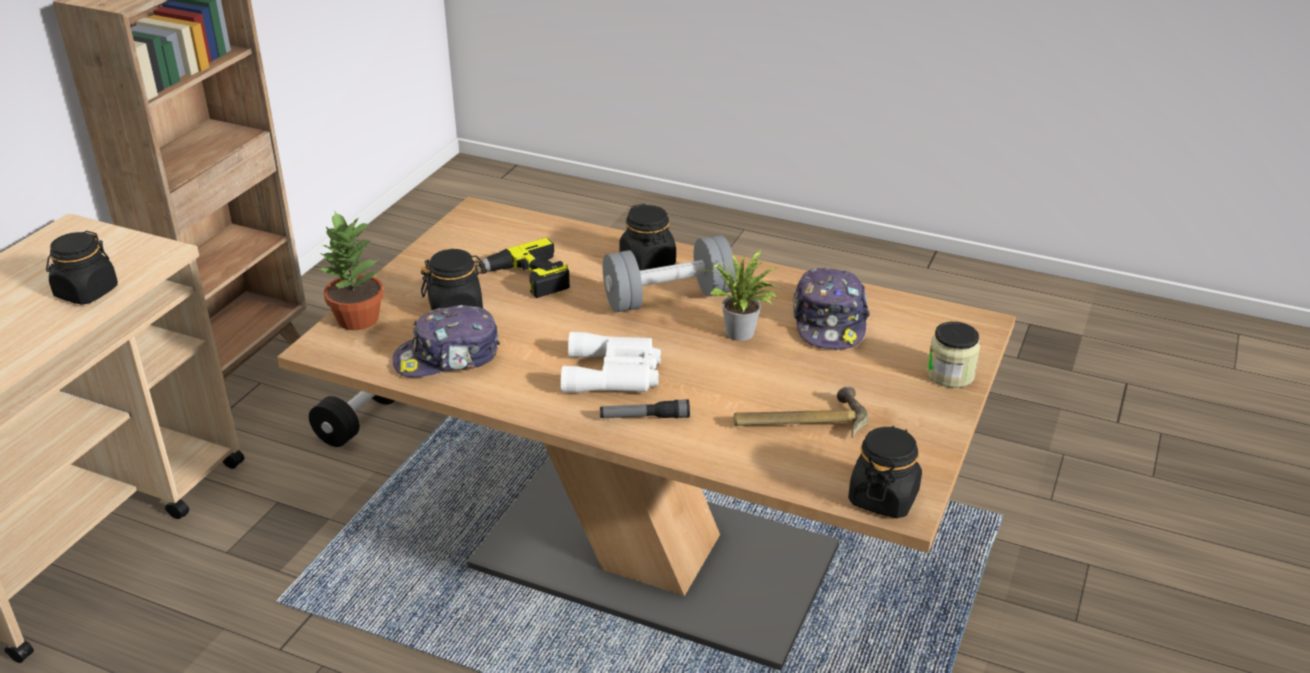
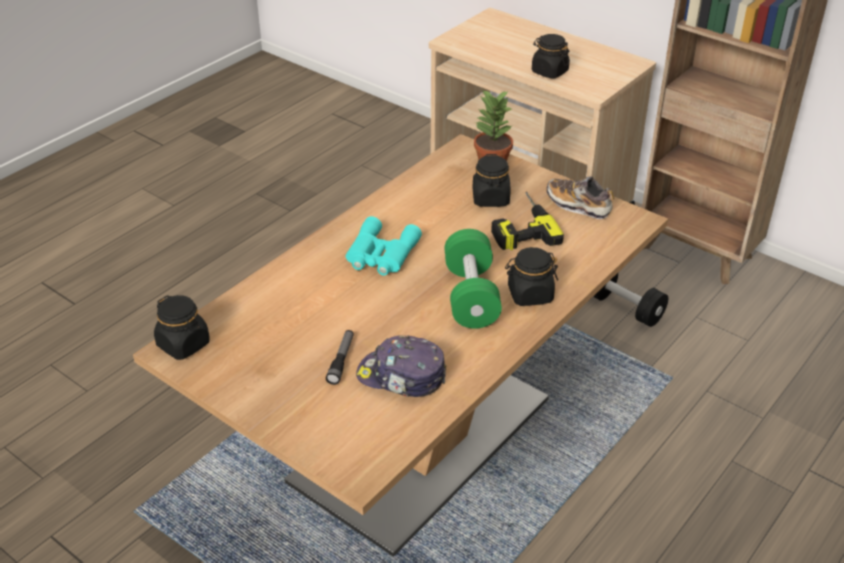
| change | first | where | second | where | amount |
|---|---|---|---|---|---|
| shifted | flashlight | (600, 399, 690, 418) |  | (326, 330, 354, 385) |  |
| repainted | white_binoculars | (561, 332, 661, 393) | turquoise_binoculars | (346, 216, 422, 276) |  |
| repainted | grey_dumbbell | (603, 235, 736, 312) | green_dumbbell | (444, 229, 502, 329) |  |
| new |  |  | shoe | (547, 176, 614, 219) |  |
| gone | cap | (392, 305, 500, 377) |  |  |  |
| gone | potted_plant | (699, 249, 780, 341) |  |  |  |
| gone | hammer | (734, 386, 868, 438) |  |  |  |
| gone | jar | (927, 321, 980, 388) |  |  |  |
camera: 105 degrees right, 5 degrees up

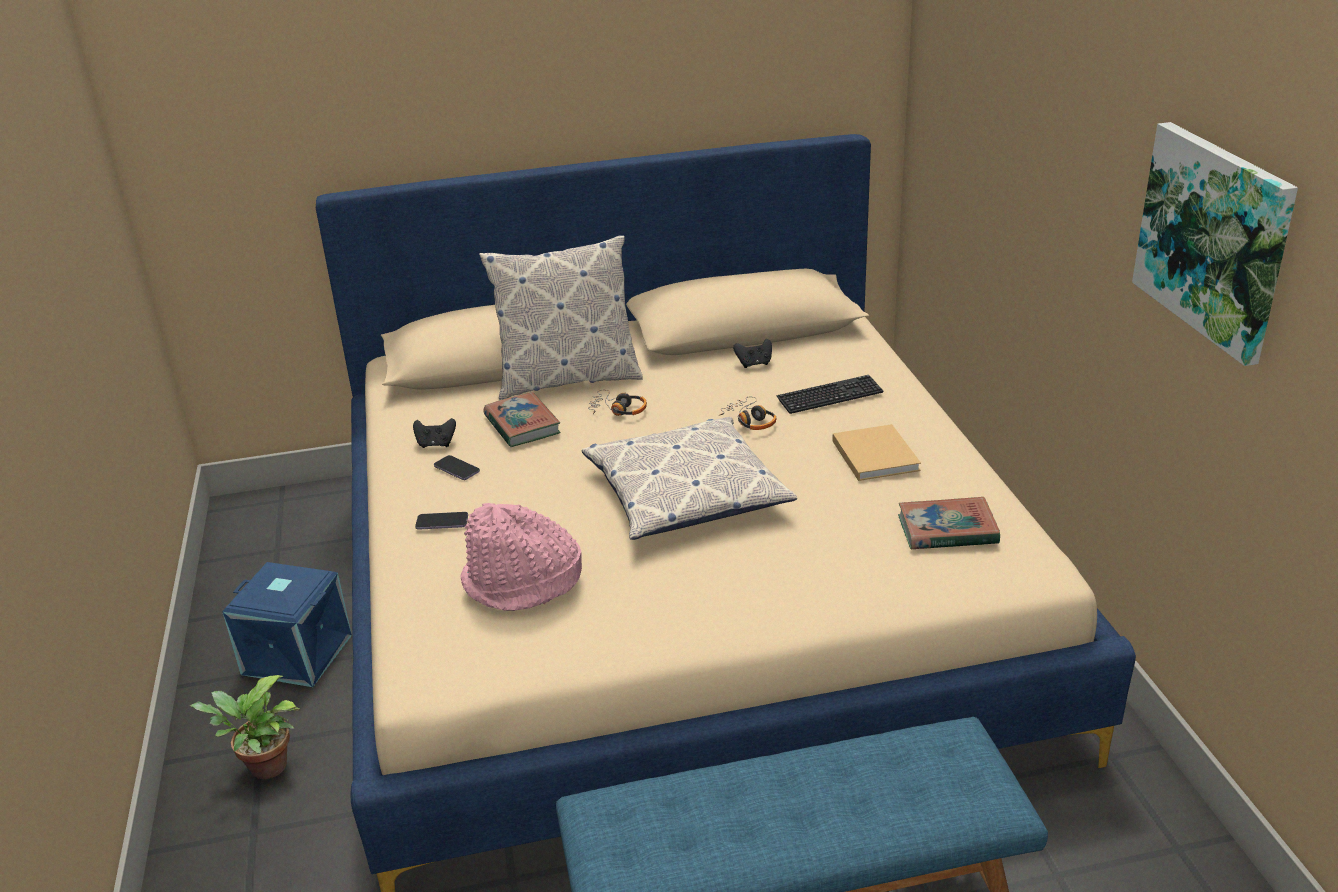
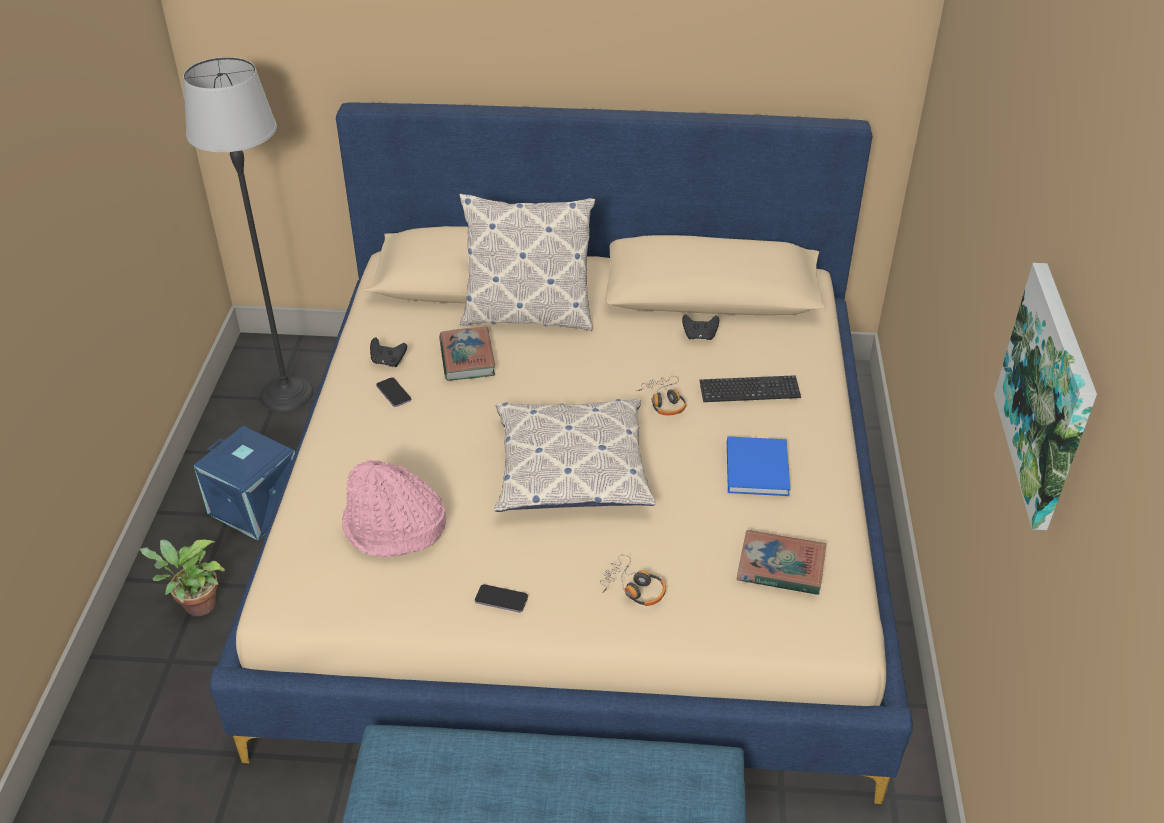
| change | first | where | second | where | amount |
|---|---|---|---|---|---|
| new |  |  | floor_lamp | (183, 57, 314, 412) |  |
| shifted | phone | (415, 512, 468, 530) |  | (475, 584, 528, 612) |  |
| shifted | headphones | (588, 390, 647, 416) |  | (600, 555, 666, 606) |  |
| repainted | beige_book | (832, 424, 921, 481) | blue_book | (727, 436, 790, 496) |  |
camera: 15 degrees right, 10 degrees up

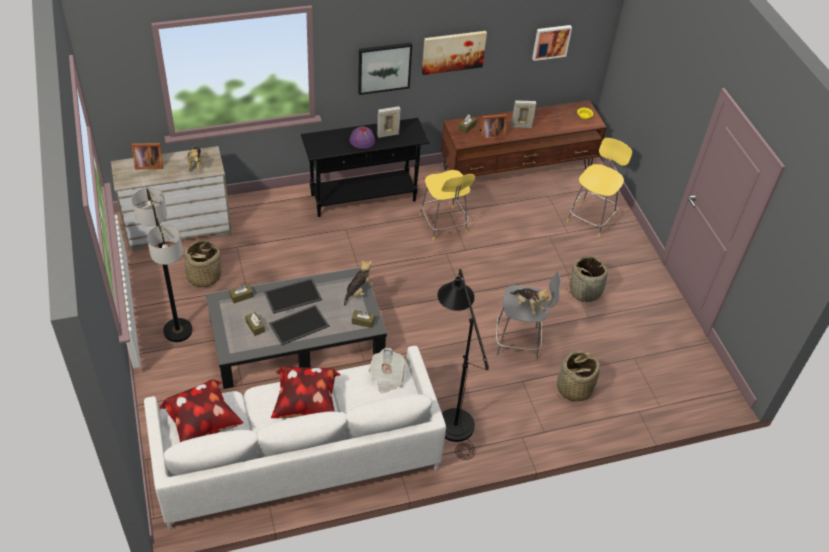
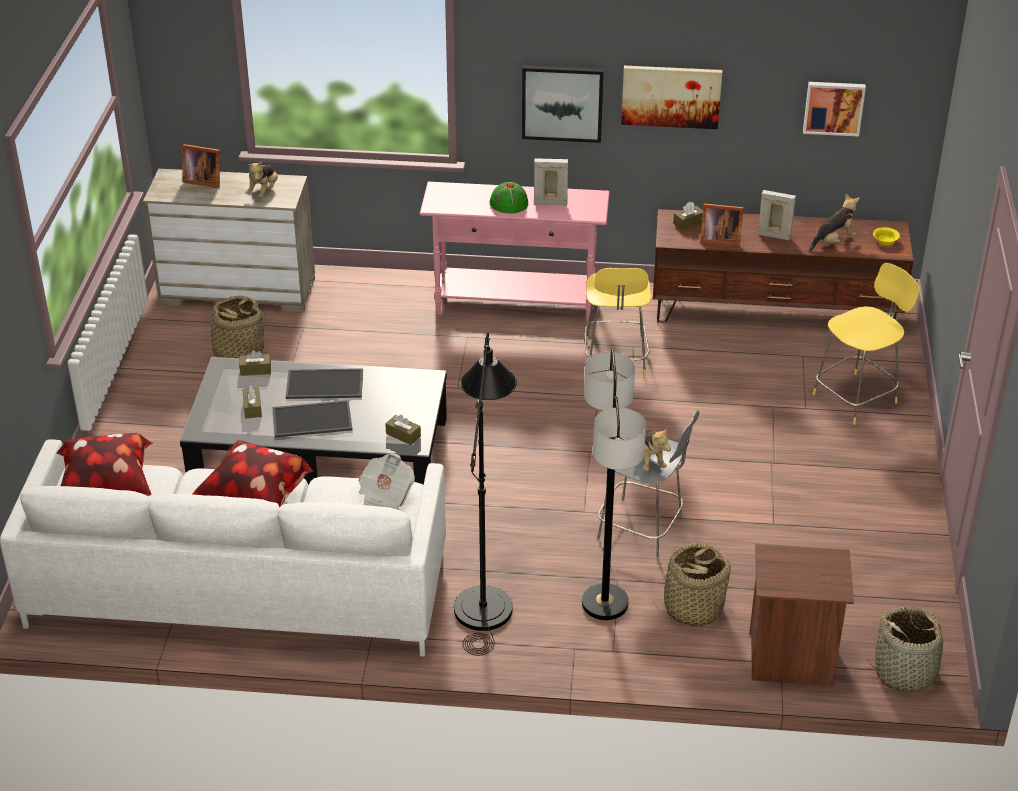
| change | first | where | second | where | amount |
|---|---|---|---|---|---|
| repainted | black_console_table | (301, 118, 429, 217) | pink_console_table | (420, 182, 610, 323) |  |
| repainted | purple_hat | (350, 126, 375, 149) | green_hat | (489, 182, 528, 214) |  |
| shifted | floor_lamp | (132, 188, 192, 342) |  | (582, 349, 646, 620) |  |
| new |  |  | brown_nightstand | (749, 544, 854, 686) |  |
| shifted | plush_toy | (344, 260, 373, 306) |  | (809, 194, 860, 252) |  |
| shifted | basket | (566, 256, 611, 302) |  | (866, 607, 959, 692) |  |
camera: 25 degrees right, 10 degrees down

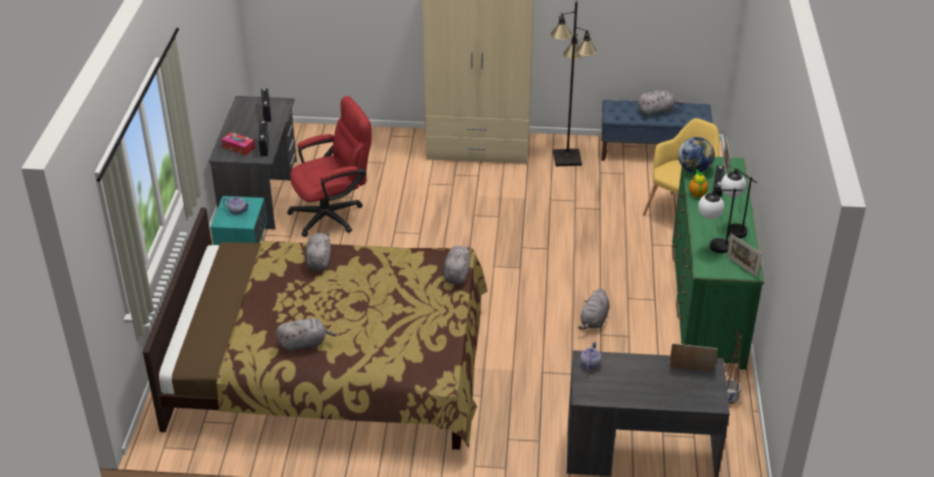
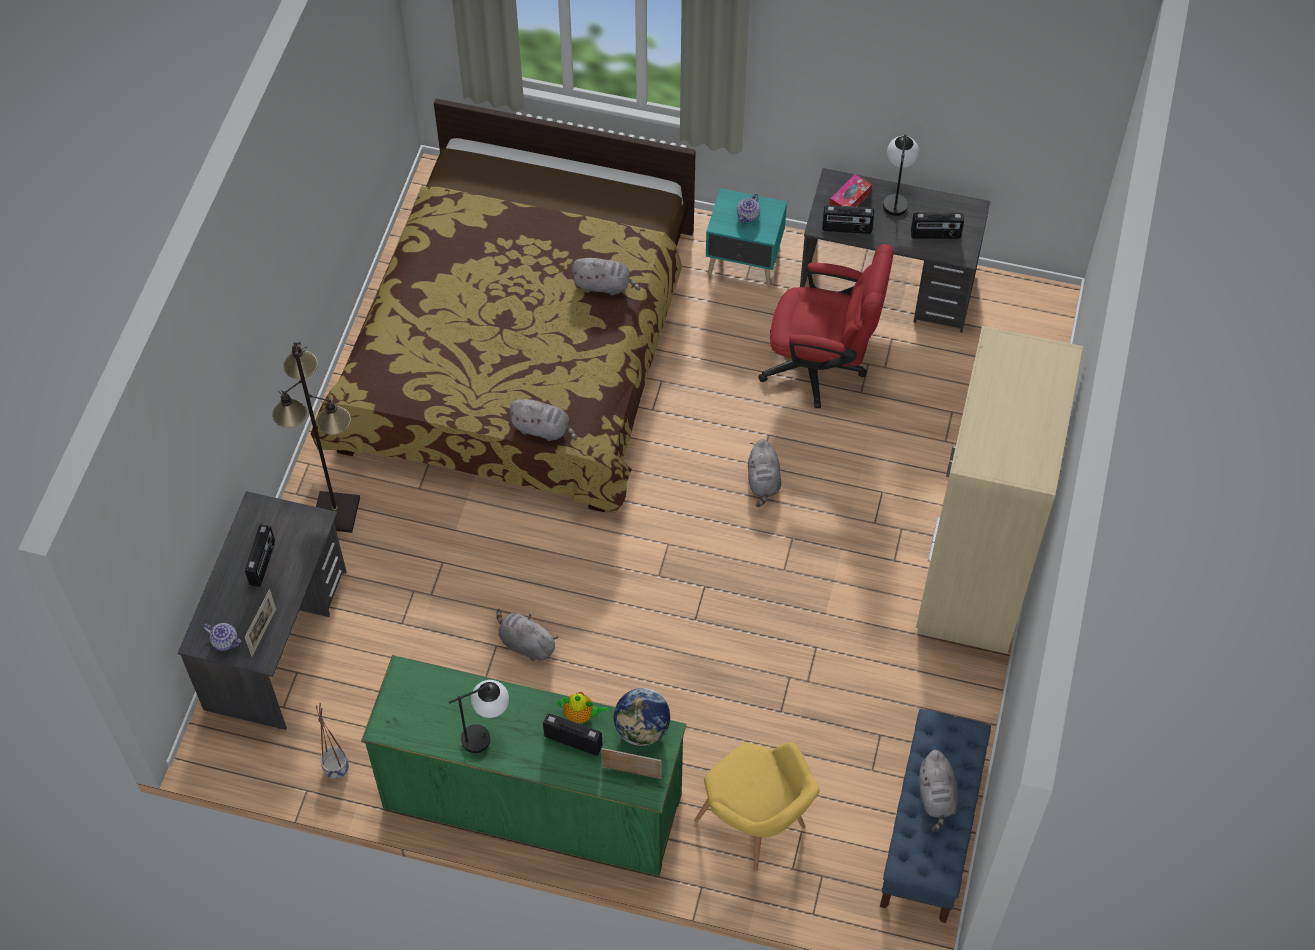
| change | first | where | second | where | amount |
|---|---|---|---|---|---|
| shifted | teapot | (580, 342, 602, 371) |  | (203, 623, 242, 651) |  |
| new |  |  | radio | (245, 524, 275, 587) |  |
| shifted | black_floor_lamp | (551, 1, 597, 166) |  | (272, 342, 360, 533) |  |
| shifted | grey_plush_toy | (276, 318, 337, 352) |  | (748, 439, 781, 507) |  |
| rotated | red_office_chair | (287, 96, 372, 237) |  | (758, 244, 894, 408) | 60 degrees counterclockwise |
| shifted | table_lamp | (698, 188, 742, 253) |  | (883, 134, 919, 216) |  |
| gone | picture_frame | (727, 233, 762, 278) |  |  |  |
camera: 100 degrees right, 20 degrees up

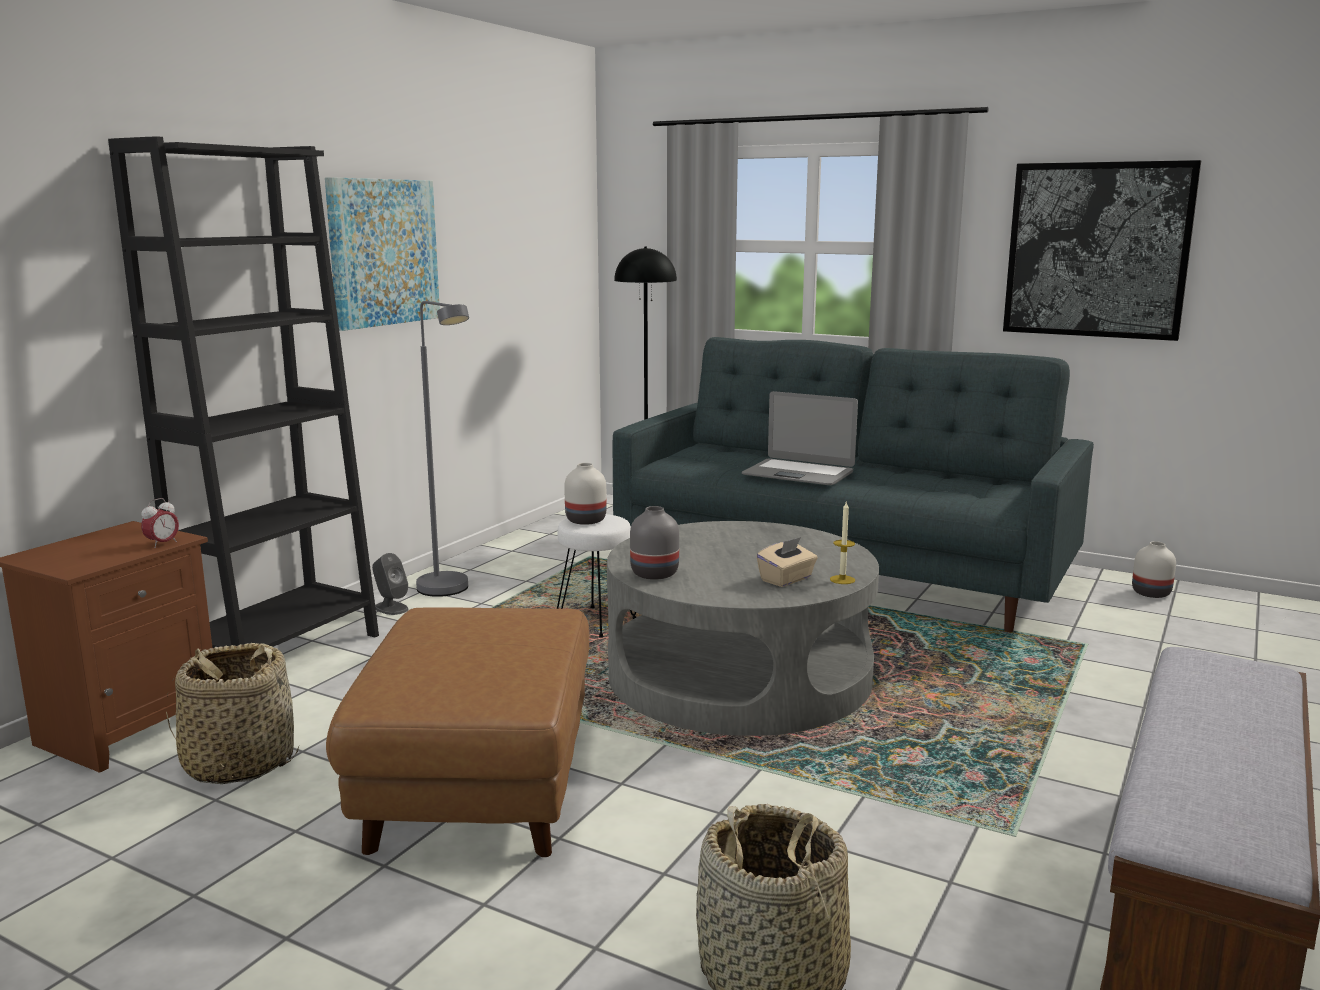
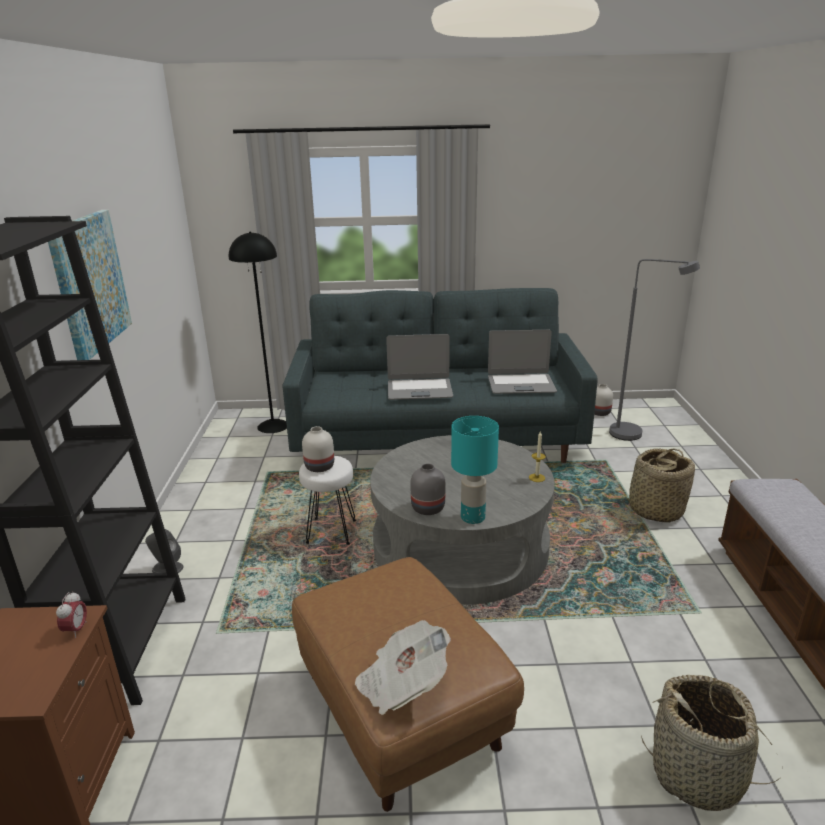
| change | first | where | second | where | amount |
|---|---|---|---|---|---|
| new |  |  | newspaper | (355, 620, 451, 715) |  |
| new |  |  | turquoise_table_lamp | (451, 416, 499, 524) |  |
| new |  |  | laptop | (488, 330, 557, 394) |  |
| shifted | grey_floor_lamp | (416, 301, 469, 597) |  | (609, 259, 700, 441) |  |
| shifted | basket | (166, 643, 299, 784) |  | (623, 448, 695, 523) |  |
| gone | beige_tissue_box | (757, 537, 818, 587) |  |  |  |
| gone | picture | (1003, 160, 1201, 341) |  |  |  |
camera: 30 degrees left, 10 degrees up

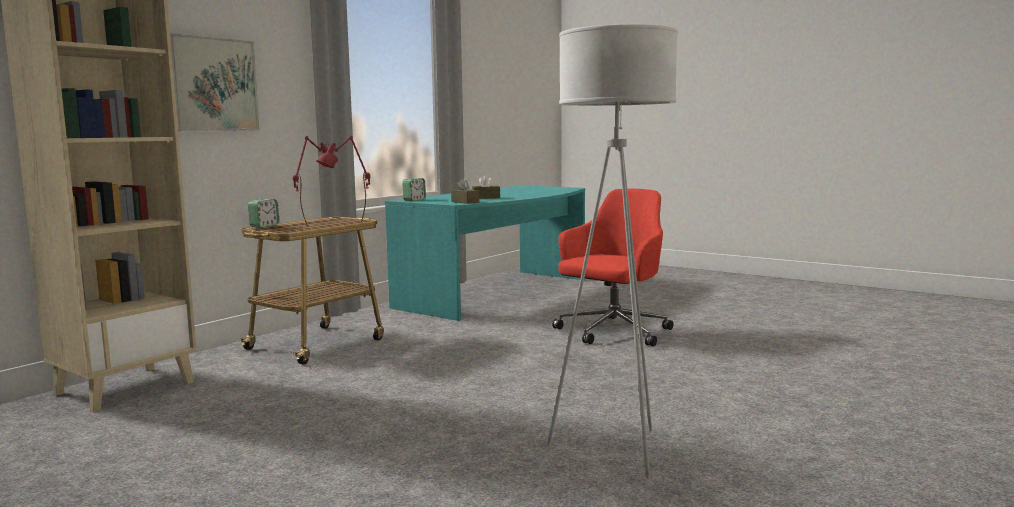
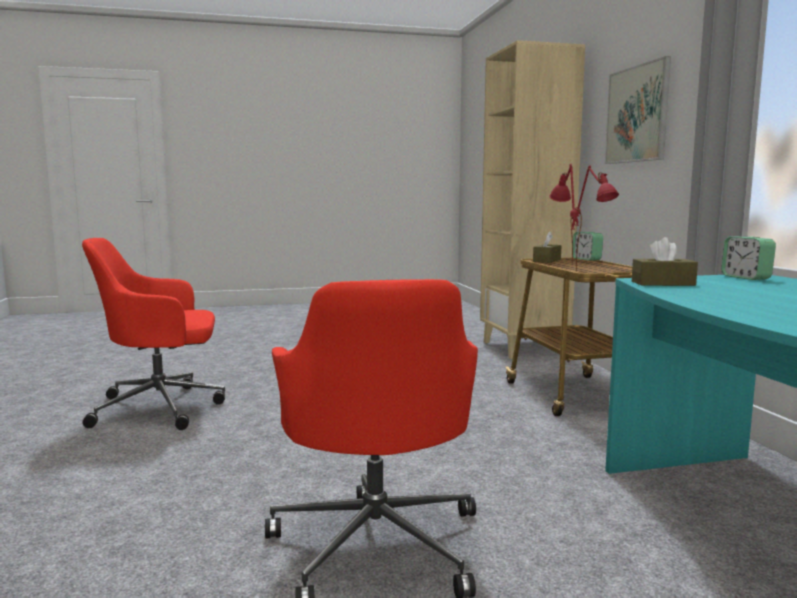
| change | first | where | second | where | amount |
|---|---|---|---|---|---|
| swapped | white_floor_lamp | (547, 24, 678, 478) | red_office_chair | (82, 238, 225, 430) |  |
| shifted | brown_tissue_box | (472, 175, 500, 199) |  | (533, 231, 562, 263) |  |
camera: 130 degrees right, 0 degrees up

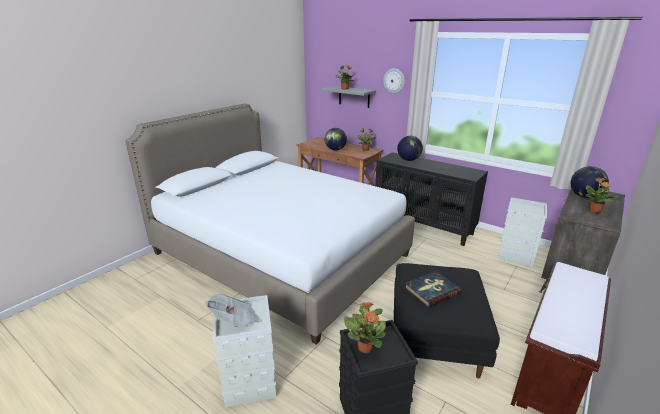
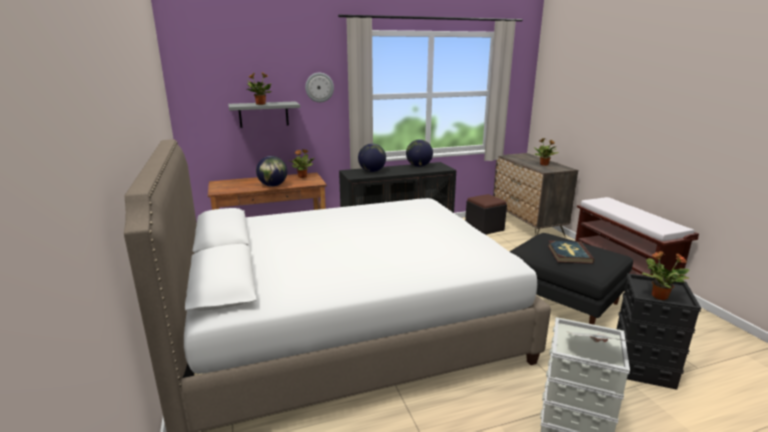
| change | first | where | second | where | amount |
|---|---|---|---|---|---|
| shifted | globe | (571, 166, 609, 198) |  | (406, 139, 433, 167) |  |
| swapped | grey_storage_box | (498, 197, 547, 268) | black_ottoman | (465, 194, 507, 235) |  |
camera: 55 degrees left, 5 degrees down

